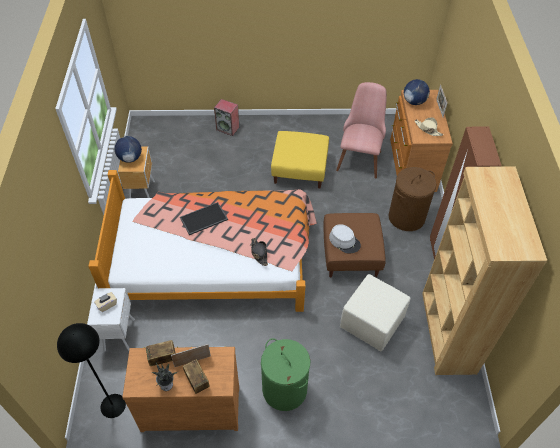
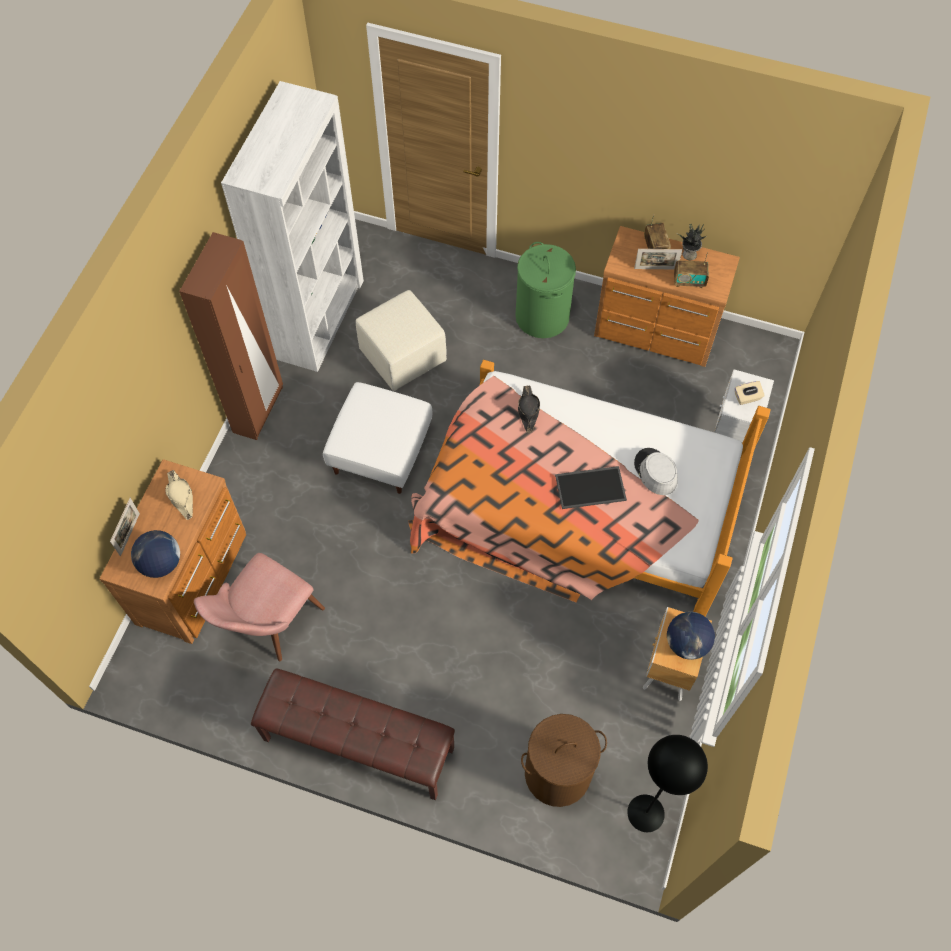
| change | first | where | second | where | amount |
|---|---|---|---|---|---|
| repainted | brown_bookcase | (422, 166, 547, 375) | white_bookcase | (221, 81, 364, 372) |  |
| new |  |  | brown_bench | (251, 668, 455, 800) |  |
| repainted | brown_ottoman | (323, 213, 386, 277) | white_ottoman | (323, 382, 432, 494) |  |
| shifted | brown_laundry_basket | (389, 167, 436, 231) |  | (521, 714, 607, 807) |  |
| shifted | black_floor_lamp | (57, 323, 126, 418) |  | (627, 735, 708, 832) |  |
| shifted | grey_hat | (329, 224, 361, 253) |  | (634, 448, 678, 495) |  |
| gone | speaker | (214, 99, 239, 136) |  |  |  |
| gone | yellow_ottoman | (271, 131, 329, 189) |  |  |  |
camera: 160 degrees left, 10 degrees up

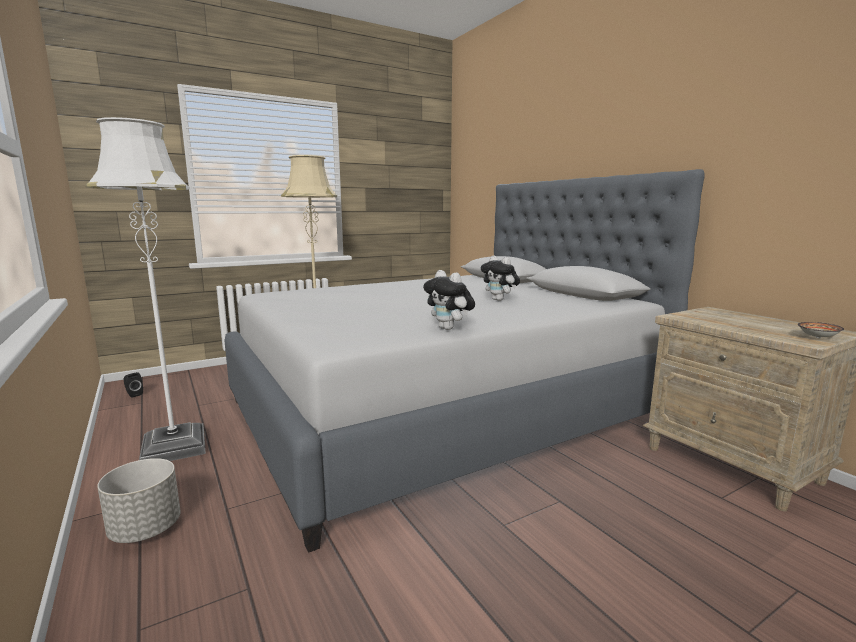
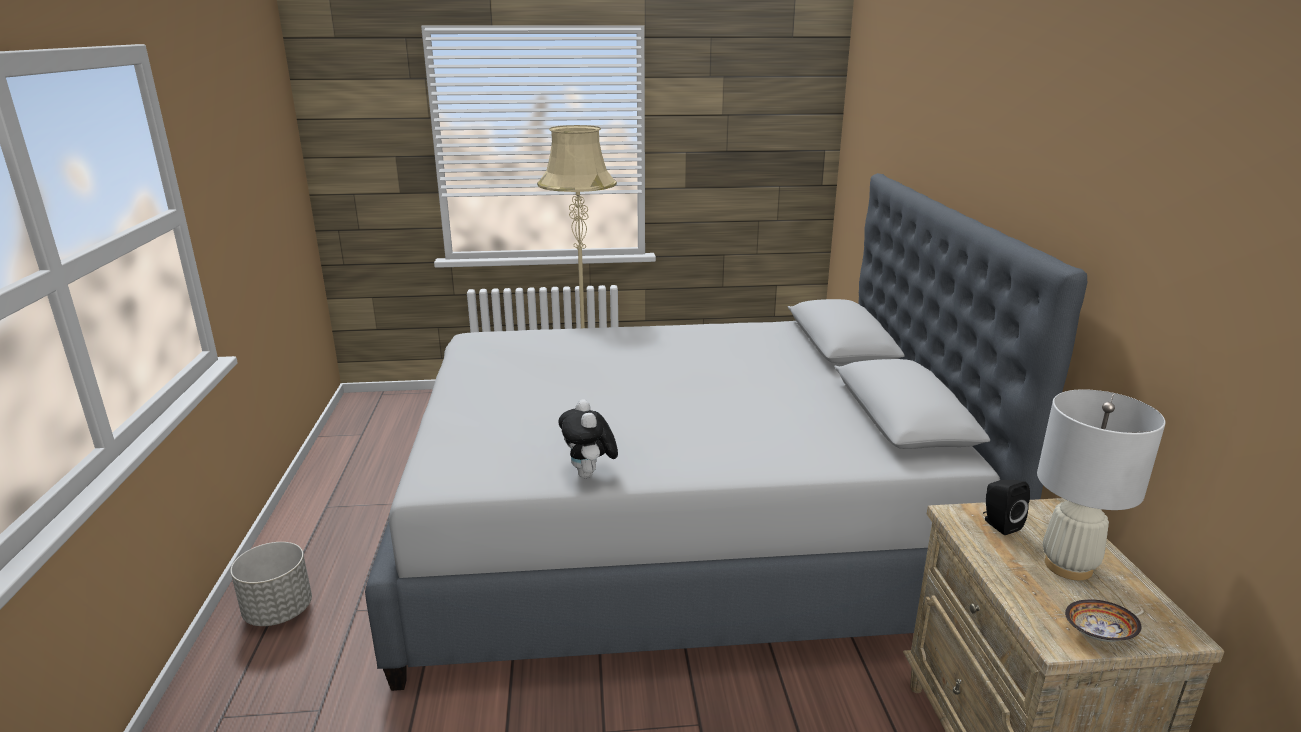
| change | first | where | second | where | amount |
|---|---|---|---|---|---|
| shifted | black_speaker | (124, 372, 143, 398) |  | (983, 480, 1030, 535) |  |
| new |  |  | white_table_lamp | (1037, 389, 1166, 580) |  |
| gone | white_floor_lamp | (86, 117, 206, 461) |  |  |  |
| gone | plush_toy | (481, 255, 520, 301) |  |  |  |
camera: 25 degrees right, 10 degrees up

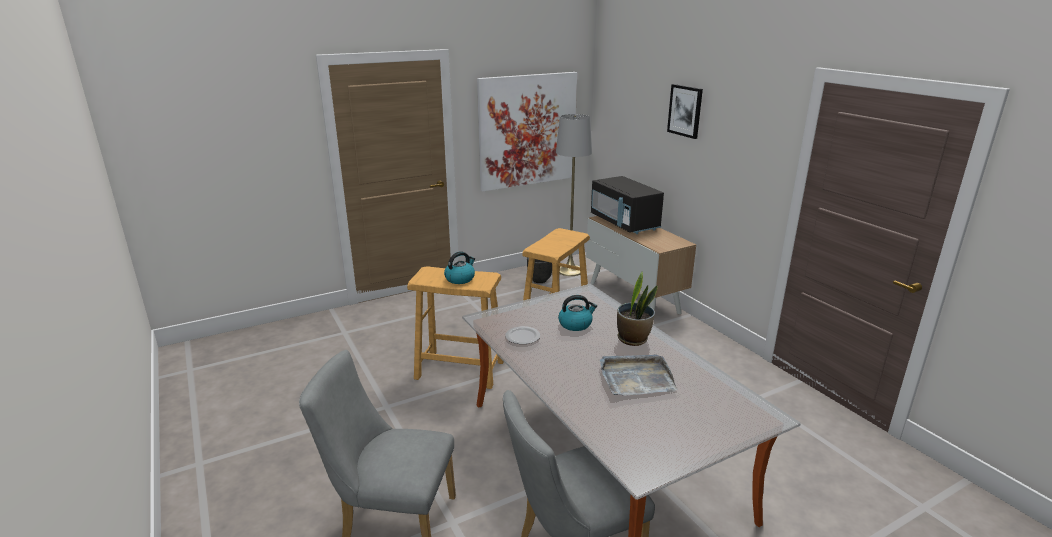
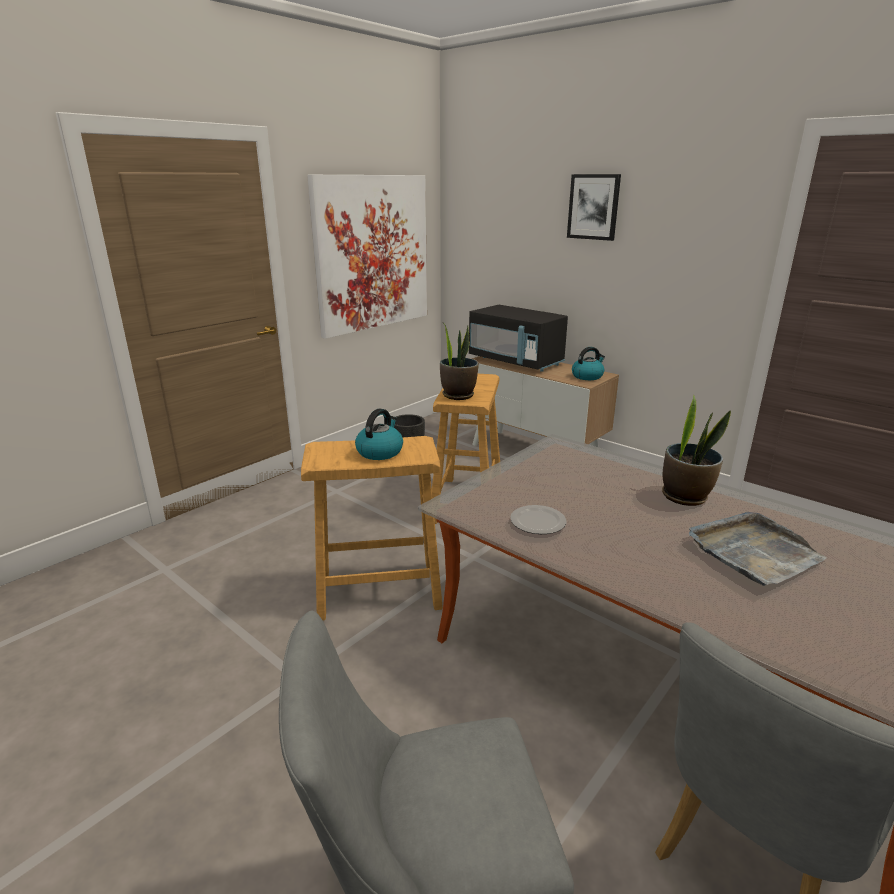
| change | first | where | second | where | amount |
|---|---|---|---|---|---|
| new |  |  | potted_plant | (440, 323, 479, 400) |  |
| shifted | kettle | (558, 295, 597, 331) |  | (572, 347, 605, 380) |  |
| gone | grey_floor_lamp | (556, 114, 592, 276) |  |  |  |
camera: 20 degrees left, 0 degrees up

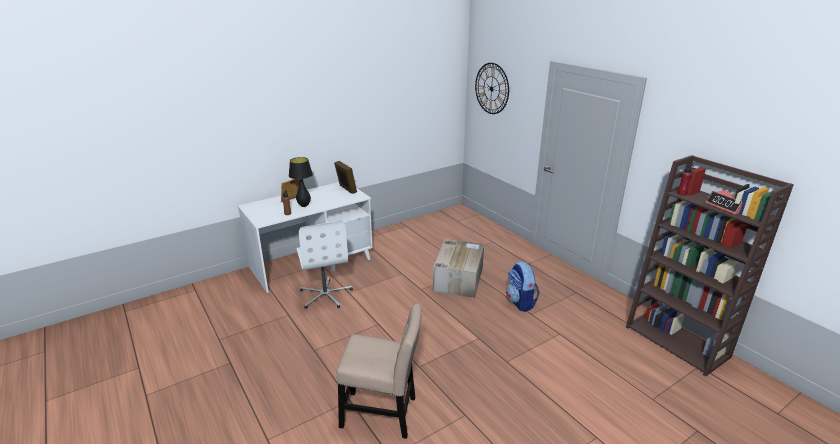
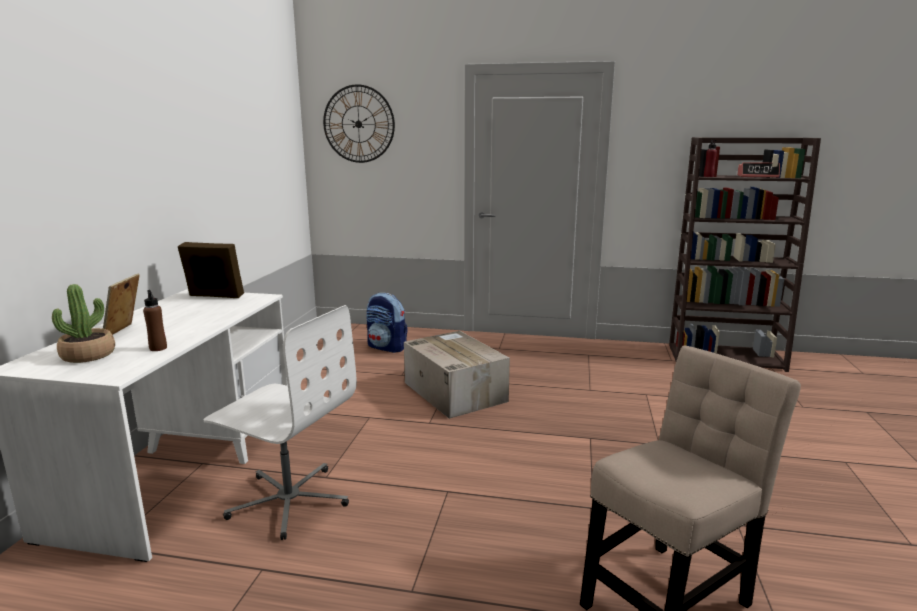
| change | first | where | second | where | amount |
|---|---|---|---|---|---|
| new |  |  | potted_plant | (52, 284, 115, 363) |  |
| shifted | backpack | (506, 261, 540, 312) |  | (366, 293, 408, 353) |  |
| gone | black_table_lamp | (289, 157, 313, 207) |  |  |  |
camera: 45 degrees left, 10 degrees down

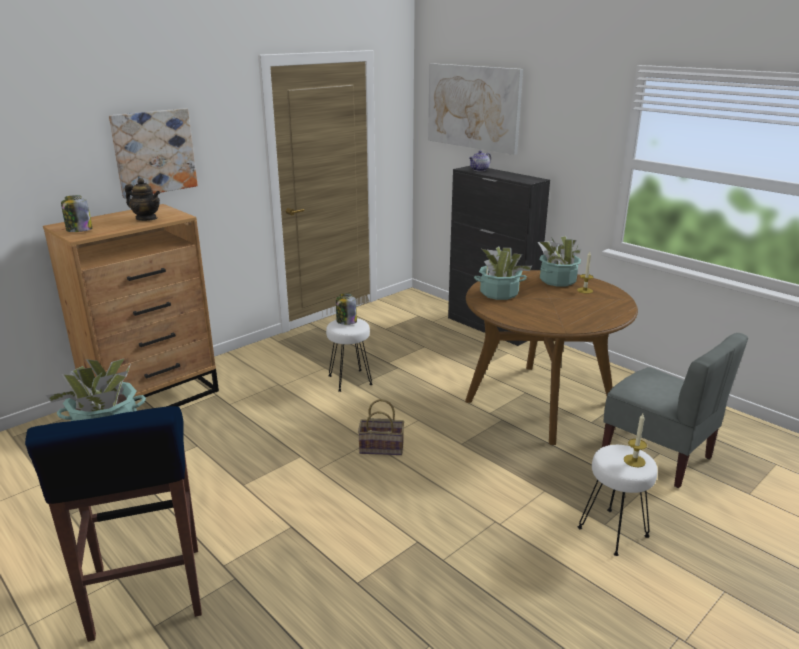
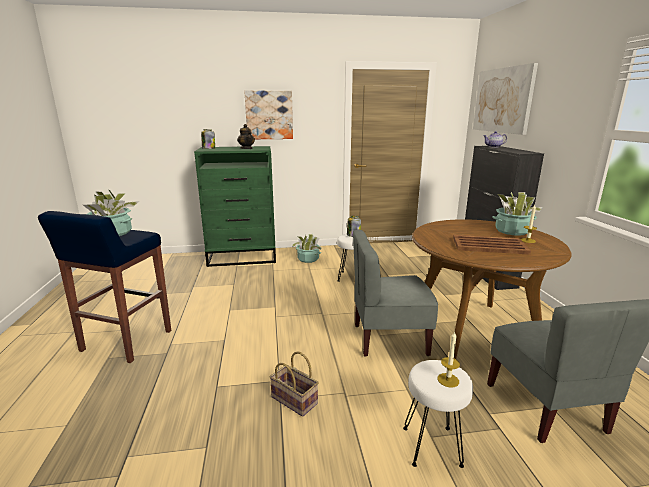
| change | first | where | second | where | amount |
|---|---|---|---|---|---|
| repainted | brown_dresser | (43, 204, 219, 407) | green_dresser | (194, 146, 276, 267) |  |
| shifted | basket | (358, 399, 404, 455) |  | (270, 352, 319, 417) |  |
| shifted | potted_plant | (474, 247, 532, 300) |  | (291, 234, 322, 263) |  |
| new |  |  | grey_chair | (353, 230, 438, 357) |  |
| new |  |  | brown_tray | (453, 235, 531, 255) |  |
camera: 35 degrees right, 5 degrees down

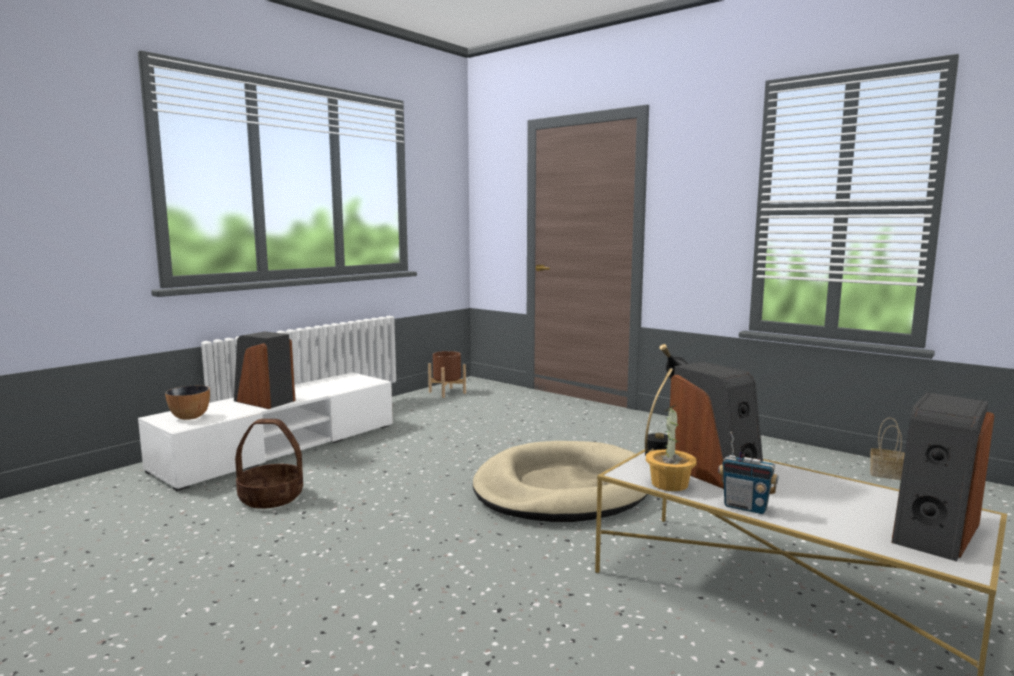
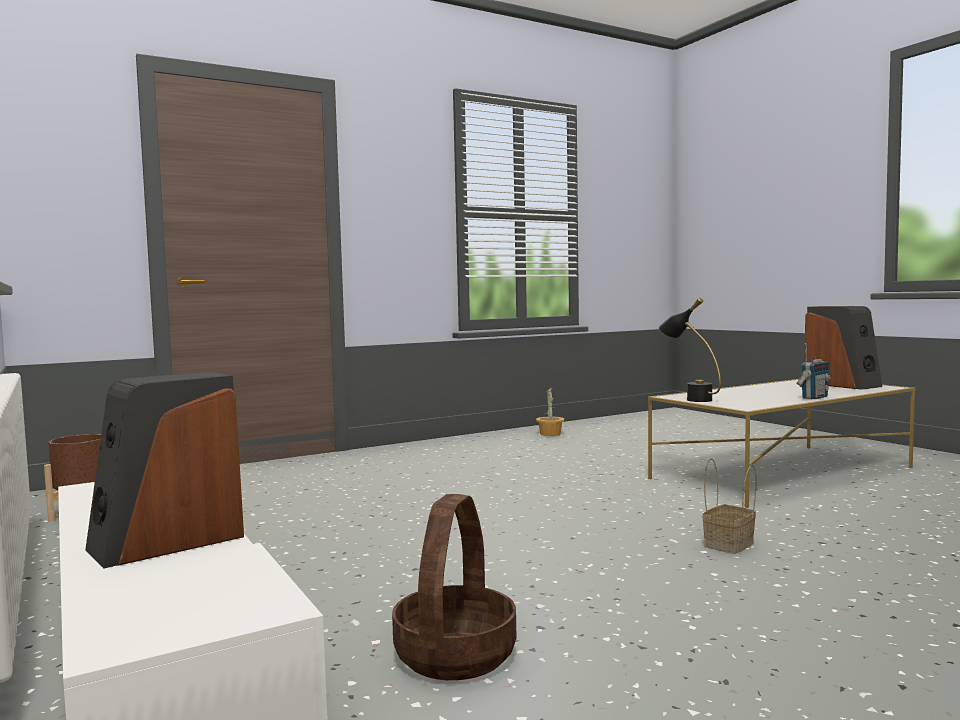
| change | first | where | second | where | amount |
|---|---|---|---|---|---|
| shifted | potted_plant | (646, 405, 697, 491) |  | (536, 388, 564, 436) |  |
| shifted | basket | (870, 418, 905, 480) |  | (703, 458, 757, 554) |  |
| gone | bowl | (165, 386, 210, 420) |  |  |  |
| gone | beige_dog_bed | (473, 441, 648, 522) |  |  |  |
| gone | speaker | (670, 362, 763, 489) |  |  |  |
camera: 70 degrees left, 5 degrees down

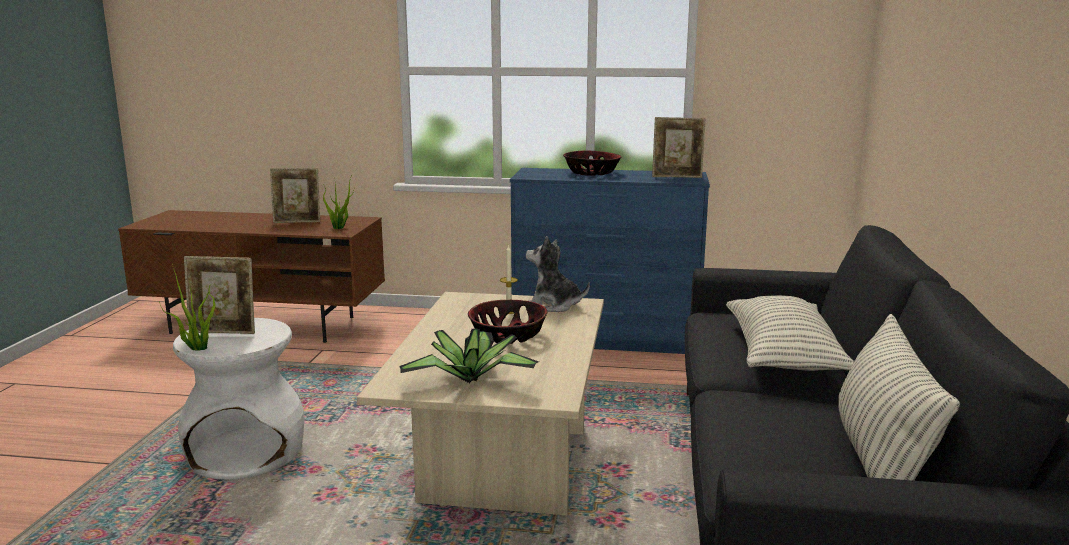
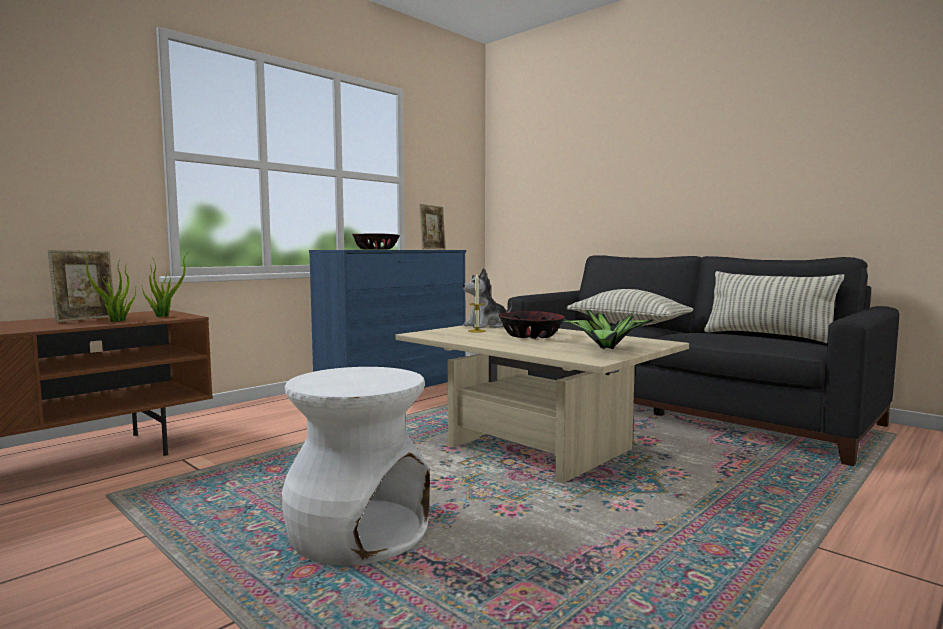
| change | first | where | second | where | amount |
|---|---|---|---|---|---|
| shifted | potted_plant | (159, 264, 216, 351) |  | (83, 255, 136, 322) |  |
| gone | picture_frame | (184, 256, 255, 334) |  |  |  |
camera: 55 degrees left, 10 degrees down

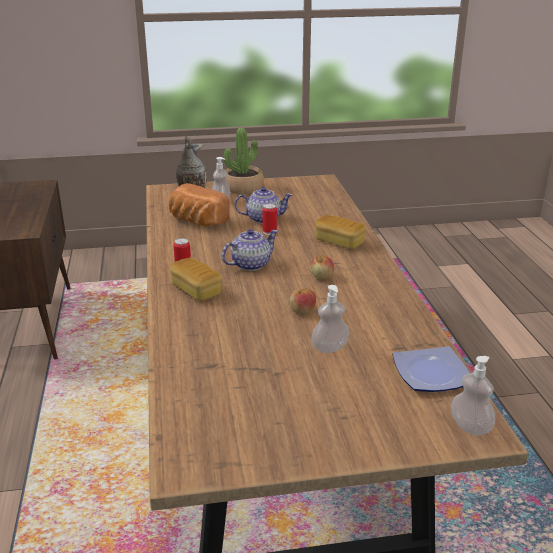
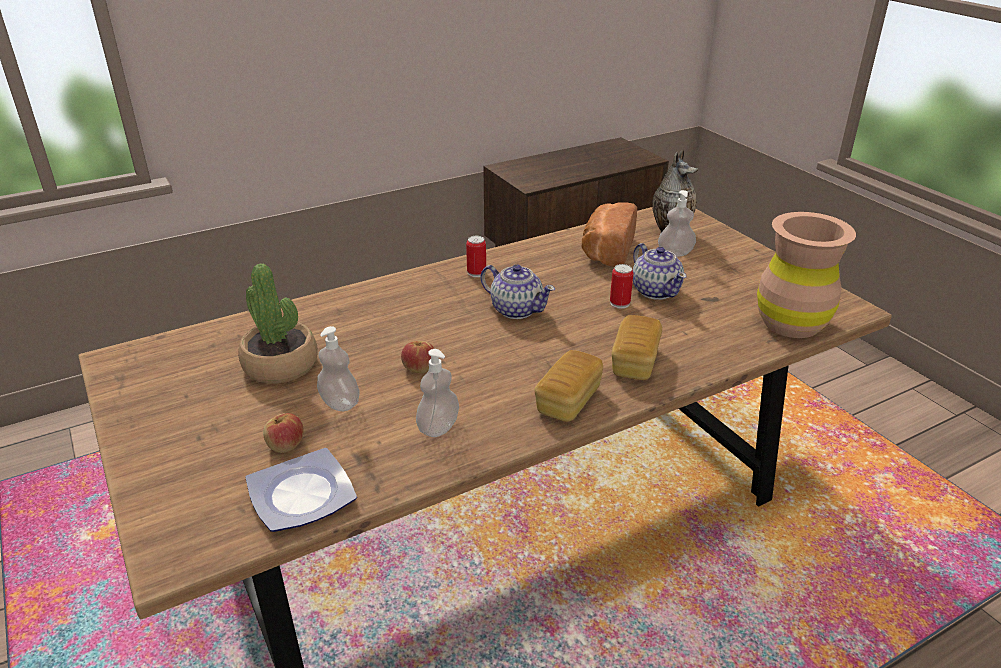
| change | first | where | second | where | amount |
|---|---|---|---|---|---|
| shifted | potted_plant | (224, 128, 264, 194) |  | (238, 264, 318, 383) |  |
| shifted | apple | (310, 255, 334, 280) |  | (263, 413, 304, 453) |  |
| shifted | soap_dispenser | (451, 356, 495, 436) |  | (416, 349, 459, 437) |  |
| shifted | bread | (170, 258, 222, 301) |  | (534, 350, 603, 422) |  |
| new |  |  | brown_vase | (757, 212, 856, 338) |  |
camera: 70 degrees right, 5 degrees up

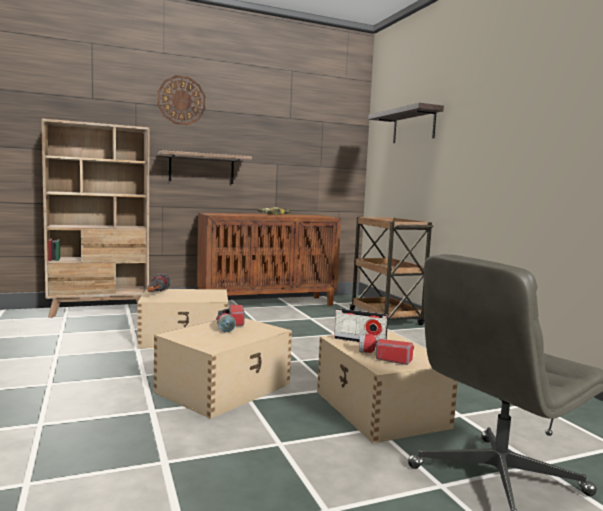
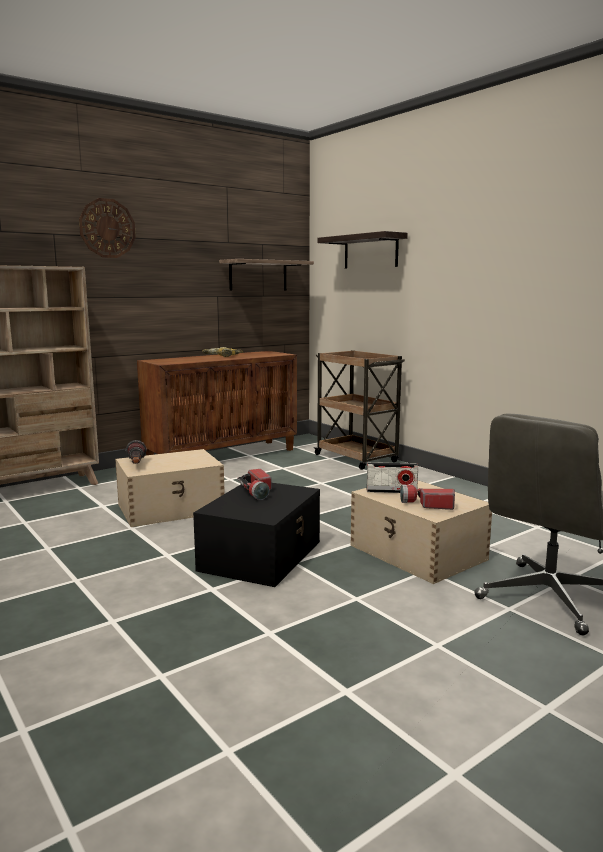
| change | first | where | second | where | amount |
|---|---|---|---|---|---|
| repainted | beige_storage_box | (154, 318, 292, 419) | black_storage_box | (193, 483, 320, 587) |  |
| shifted | shelf | (158, 150, 252, 184) |  | (219, 259, 314, 291) |  |
camera: 15 degrees left, 5 degrees up

